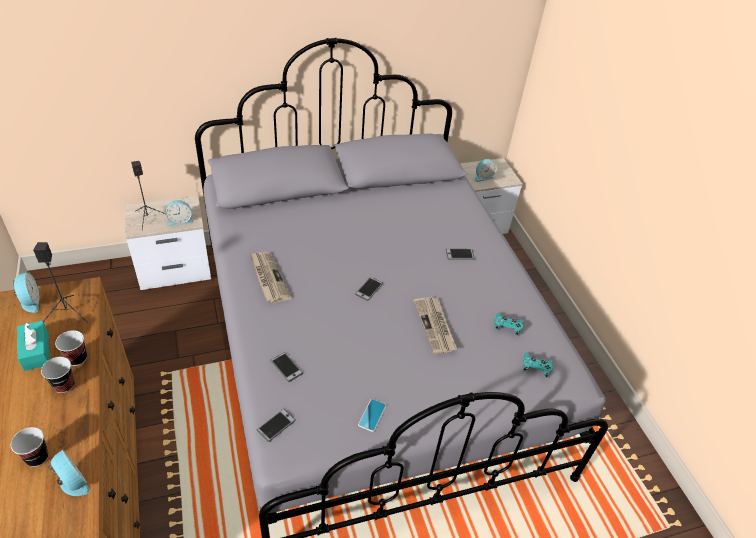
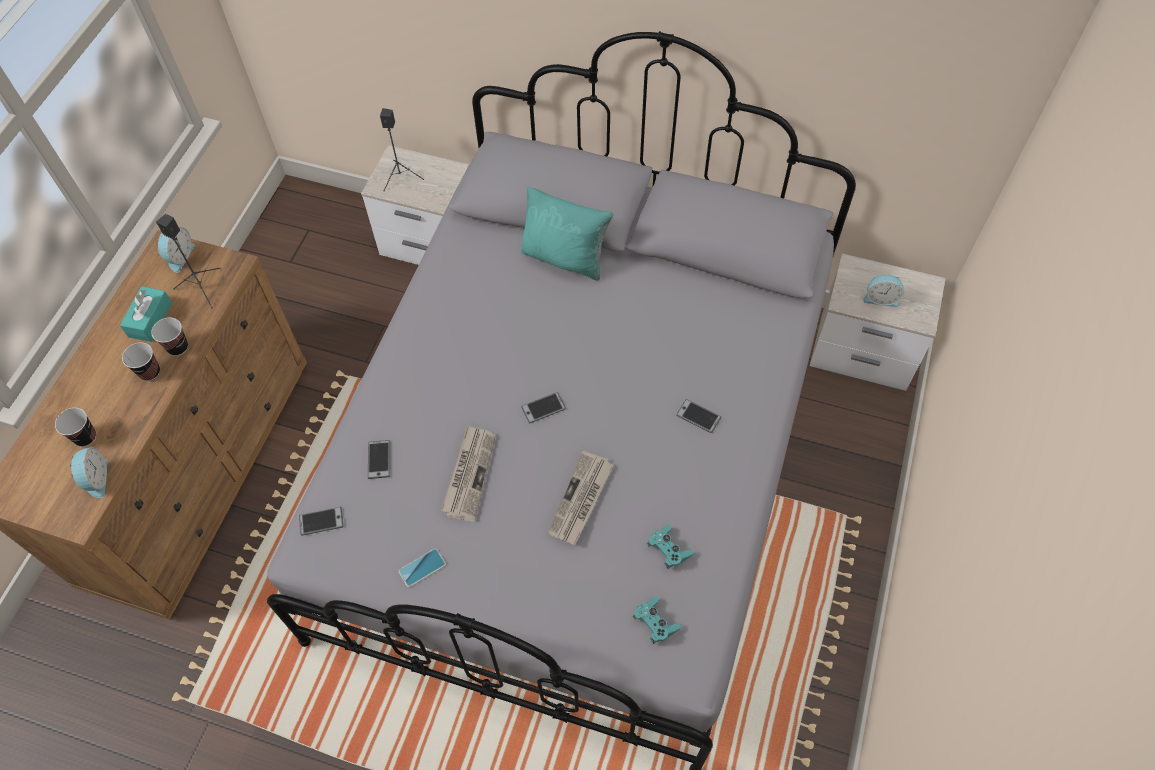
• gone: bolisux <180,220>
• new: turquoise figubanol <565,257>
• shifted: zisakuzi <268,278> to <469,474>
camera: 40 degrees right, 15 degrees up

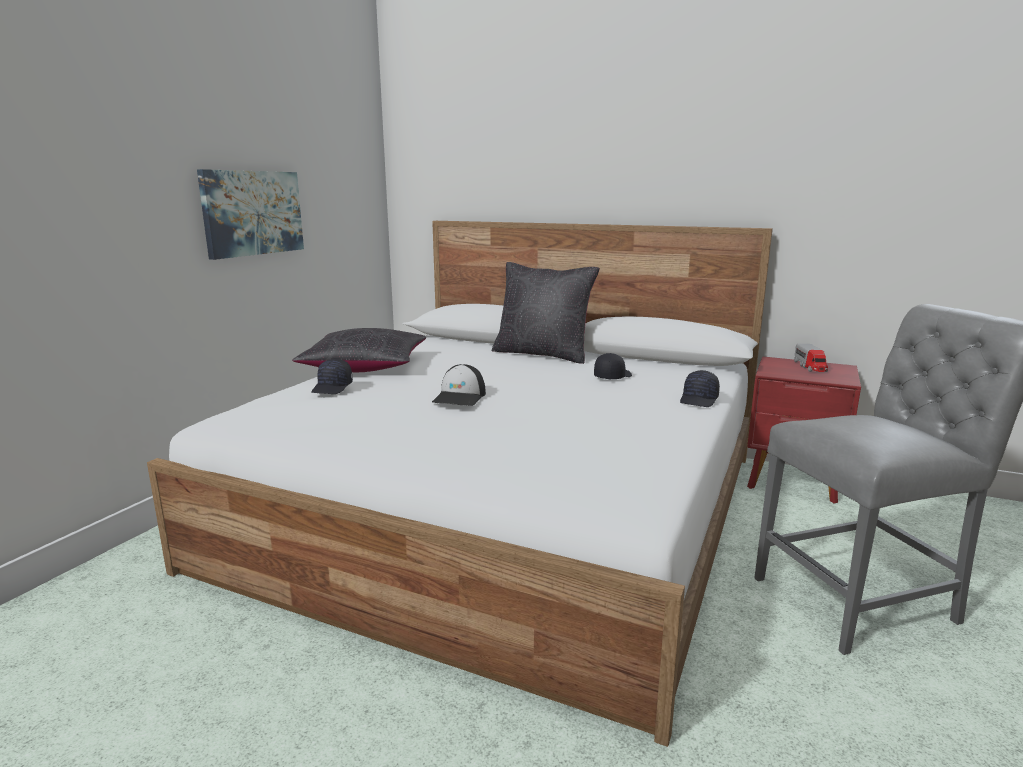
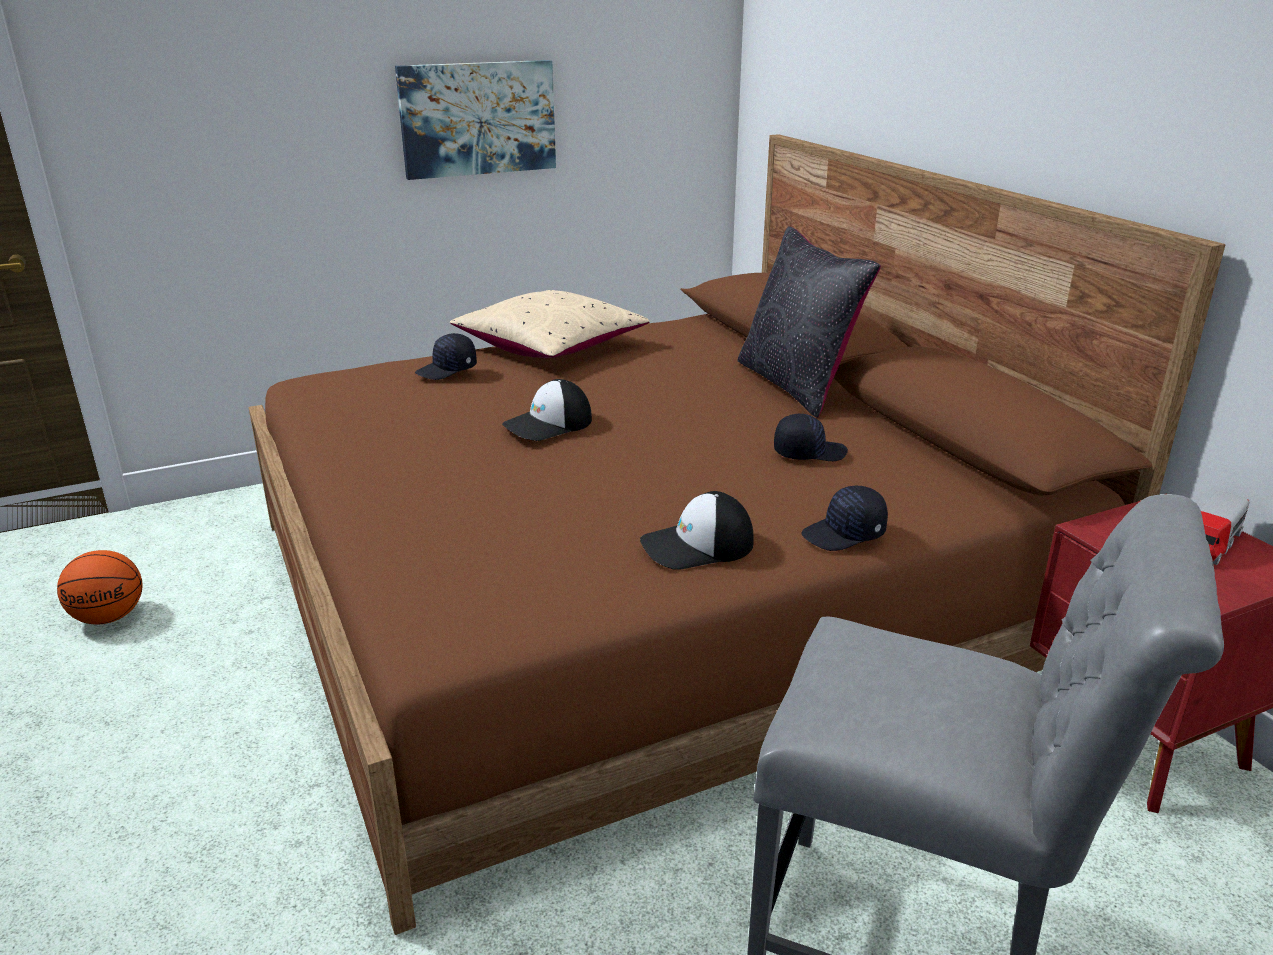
• new: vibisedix <110,617>
• new: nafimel <697,546>
• repainted: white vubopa <508,506> to brown vubopa <646,590>
• repainted: black figubanol <365,366> to beige figubanol <550,347>
camera: 40 degrees right, 10 degrees up

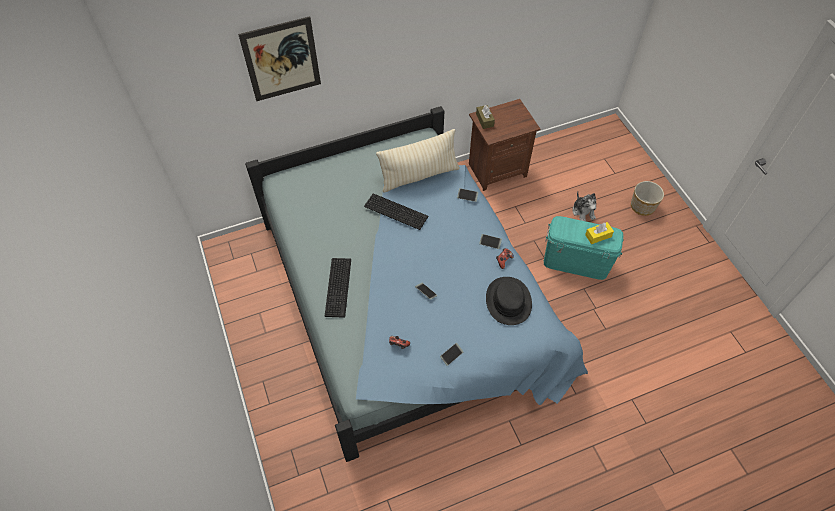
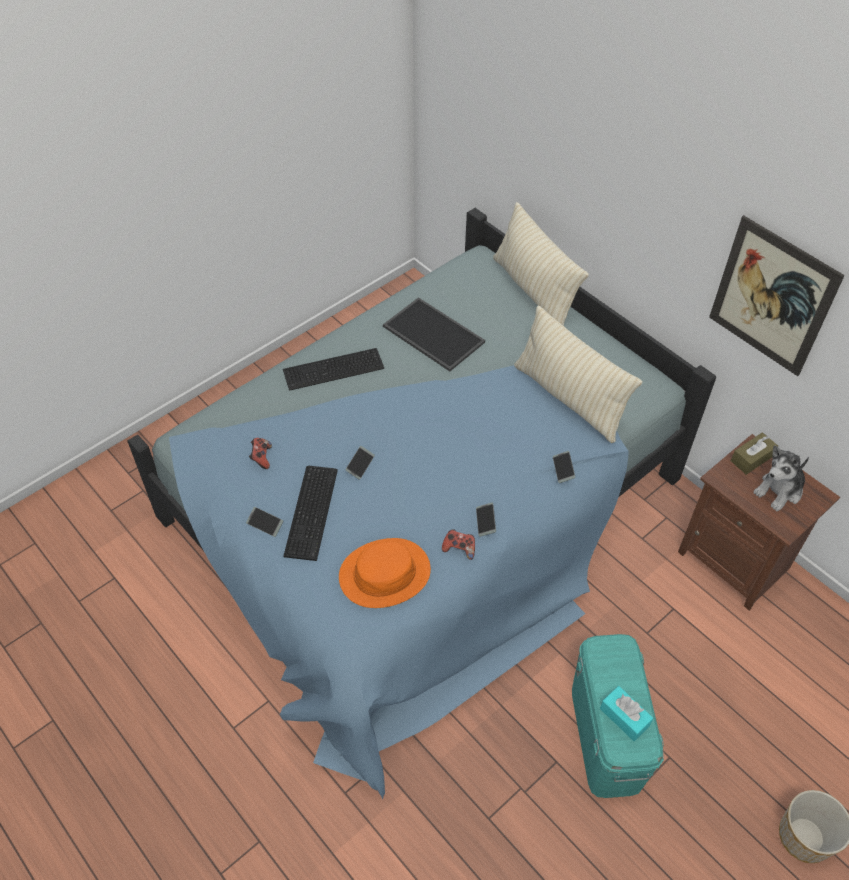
• new: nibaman <431,334>
• new: beige figubanol <534,291>
• shifted: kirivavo <281,60> to <772,297>
• shifted: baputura <396,210> to <313,511>
• shifted: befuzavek <583,212> to <779,490>
• repainted: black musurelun <508,301> to orange musurelun <384,573>
• repainted: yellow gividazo <598,236> to turquoise gividazo <624,717>
camera: 70 degrees right, 5 degrees down

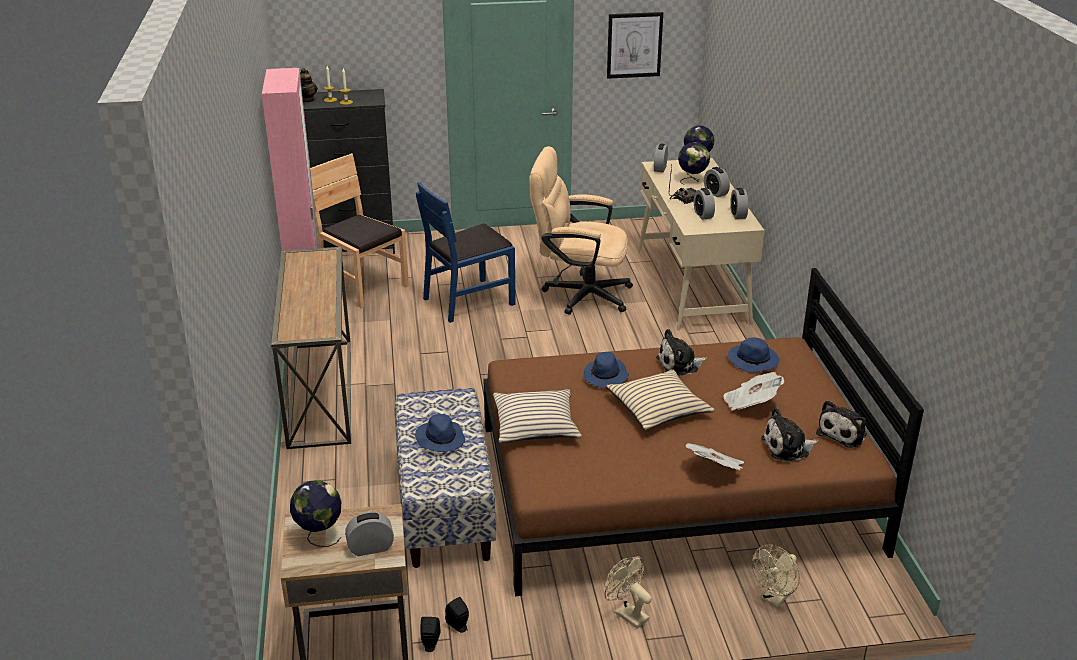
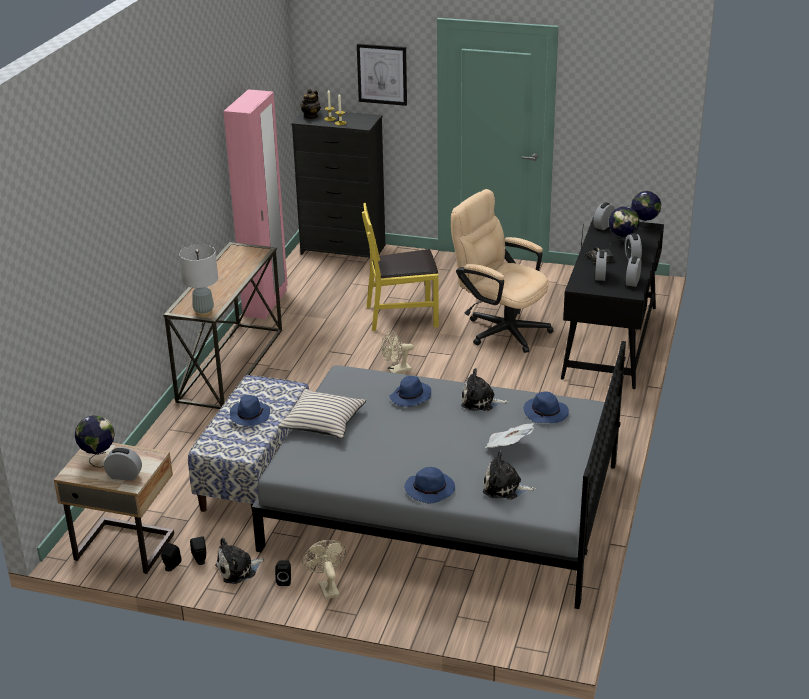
• gone: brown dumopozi <362,285>
• gone: beige figubanol <658,408>
• new: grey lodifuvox <203,312>
• new: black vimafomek <284,580>
• shifted: kirivavo <634,45> to <382,74>
• shifted: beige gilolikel <775,598> to <396,371>
• shifted: befuzavek <843,433> to <238,569>
• swapped: zisakuzi <716,469> to blue musurelun <430,490>
• repainted: blue dumopozi <468,300> to yellow dumopozi <402,315>
• repainted: brown vubopa <674,487> to grey vubopa <444,506>
• repainted: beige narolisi <691,285> to black narolisi <609,342>
camera: 25 degrees right, 0 degrees up

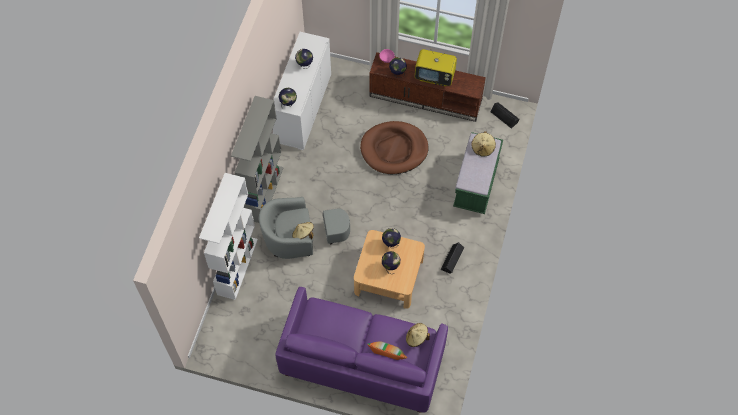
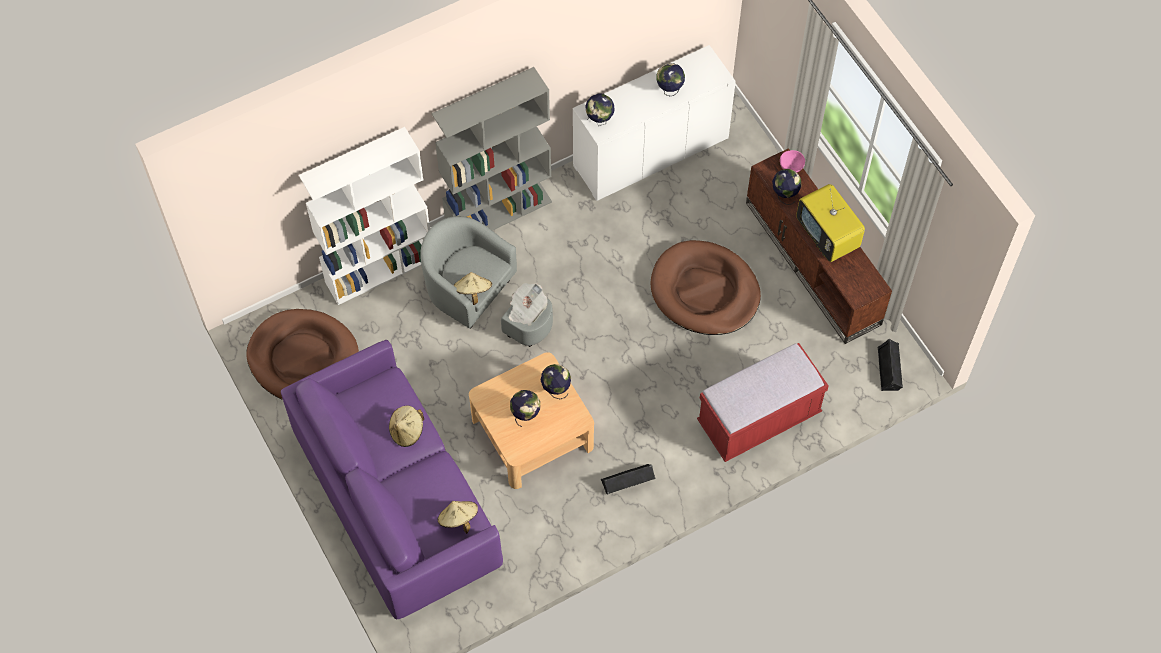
• gone: figubanol <387,356>
• new: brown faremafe <303,359>
• new: zisakuzi <526,309>
• shifted: beige musurelun <483,148> to <407,431>
• repainted: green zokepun <476,184> to red zokepun <758,418>
camera: 45 degrees right, 0 degrees up

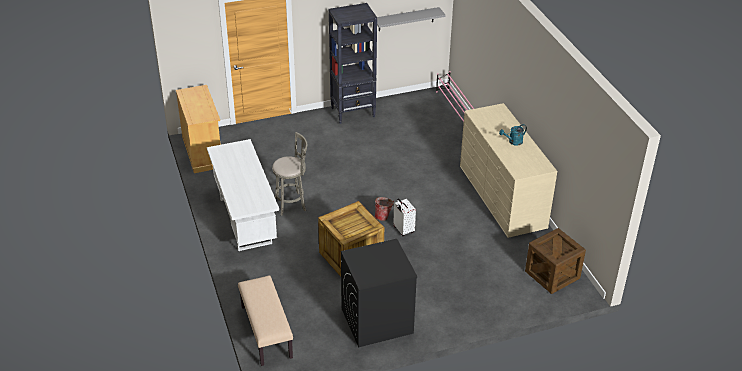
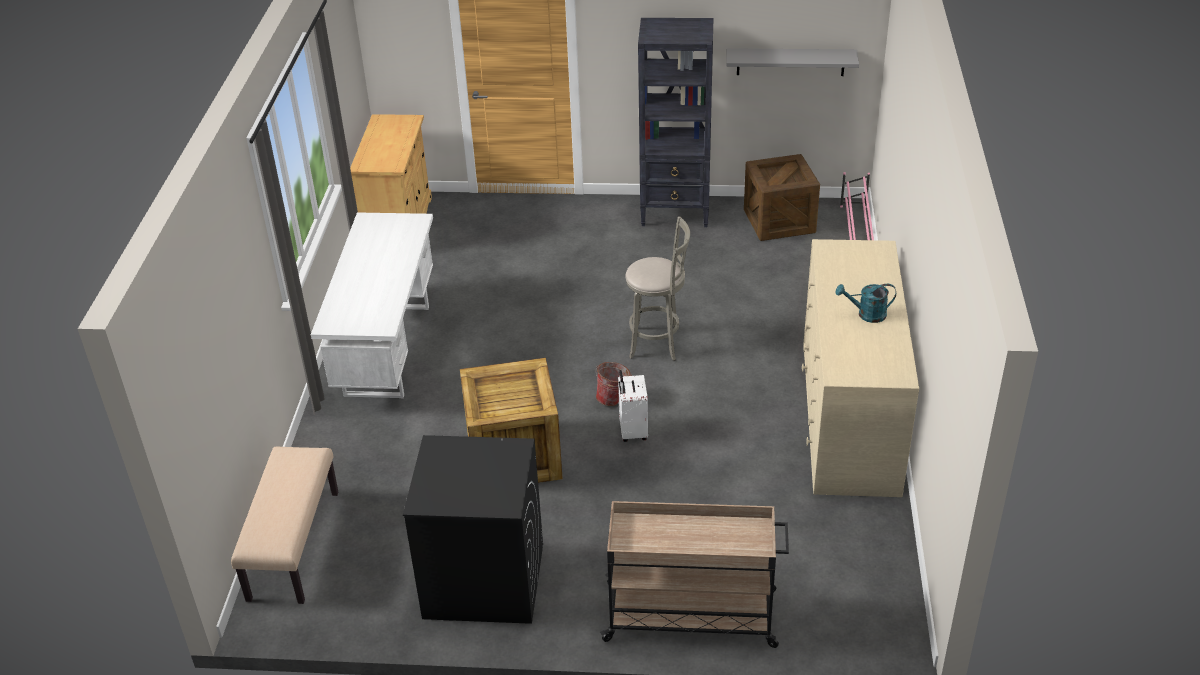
• new: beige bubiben <692,616>
• shifted: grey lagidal <292,204> to <658,343>
• shifted: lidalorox <552,275> to <779,221>
camera: 25 degrees right, 0 degrees up

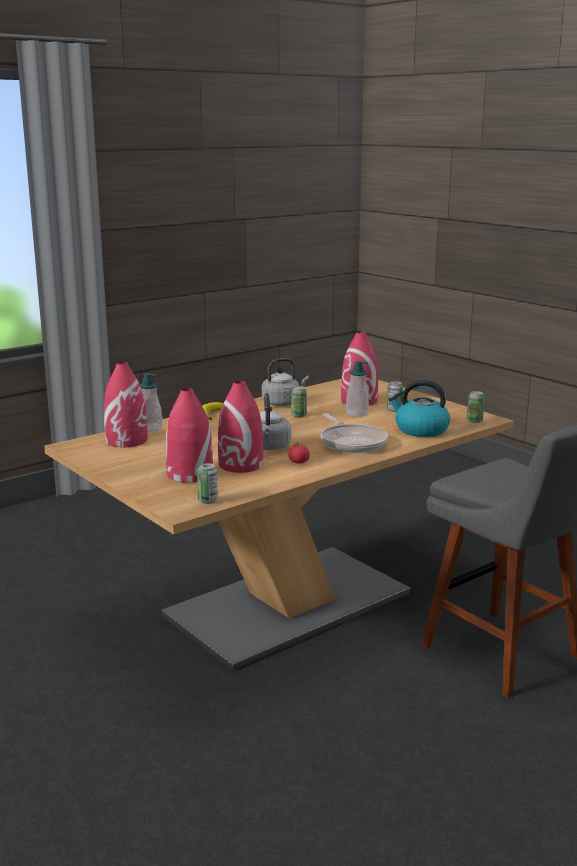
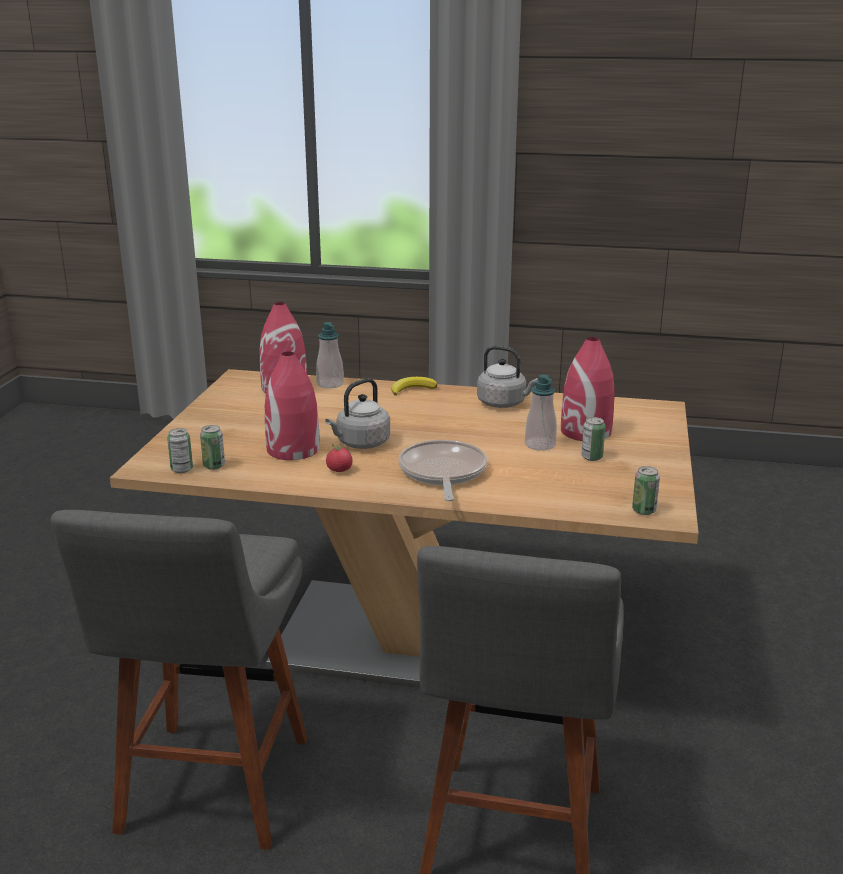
• gone: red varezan <189,474>
• gone: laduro <420,430>
• new: grey lagidal <211,792>
• shifted: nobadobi <299,415> to <214,466>
• rotated: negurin <352,442> = <442,473> 150 degrees clockwise
camera: 50 degrees right, 5 degrees up

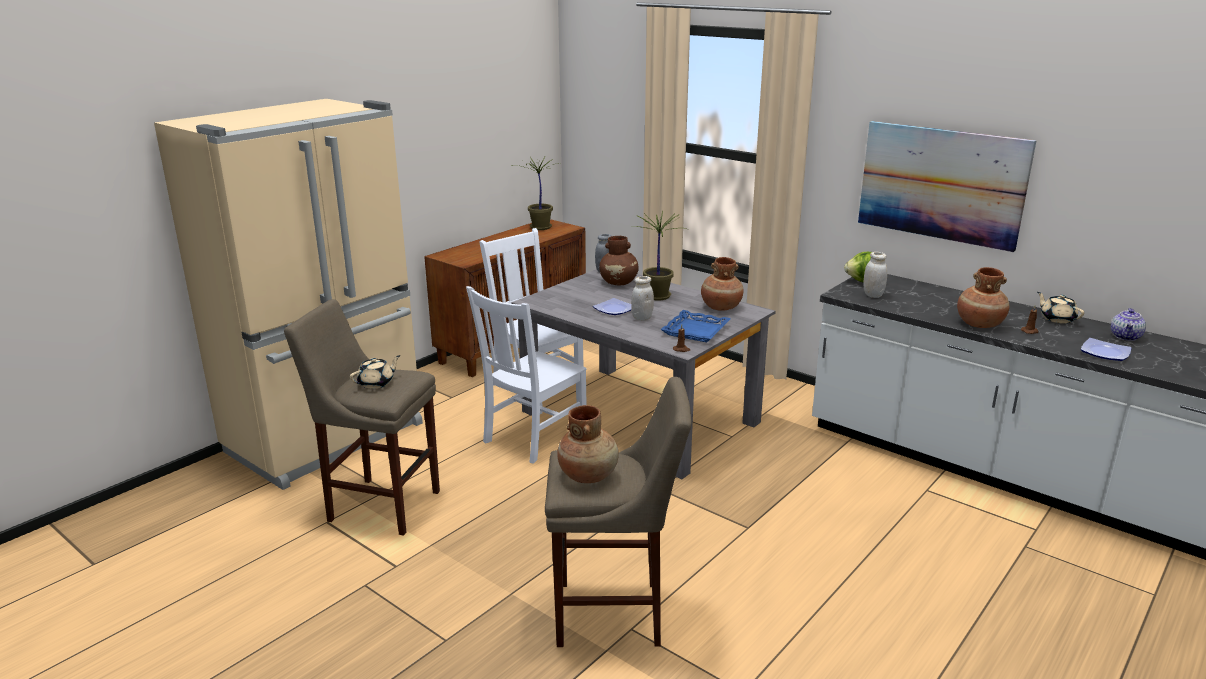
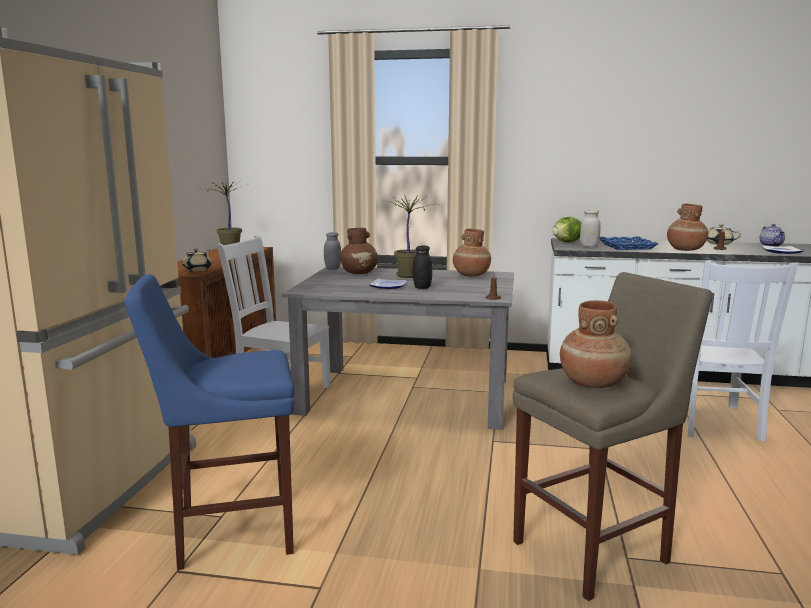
• gone: kirivavo <941,183>
• shifted: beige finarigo <377,383> to <198,270>
• shifted: white dumopozi <532,437> to <713,422>
• shifted: blue nibaman <696,331> to <627,246>
• repainted: beige lagidal <379,504> to blue lagidal <228,532>
• repainted: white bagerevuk <642,318> to black bagerevuk <422,287>
camera: 30 degrees left, 10 degrees down

